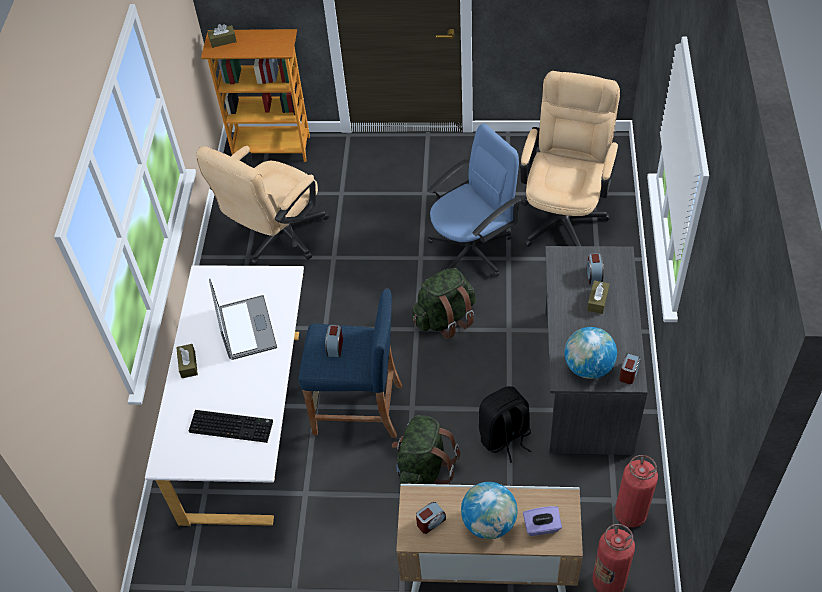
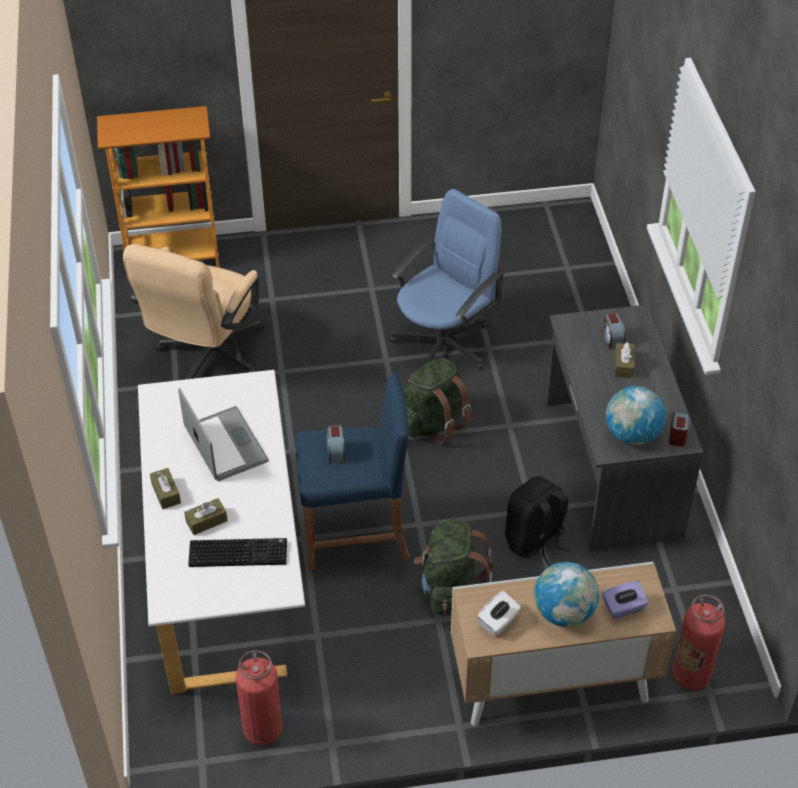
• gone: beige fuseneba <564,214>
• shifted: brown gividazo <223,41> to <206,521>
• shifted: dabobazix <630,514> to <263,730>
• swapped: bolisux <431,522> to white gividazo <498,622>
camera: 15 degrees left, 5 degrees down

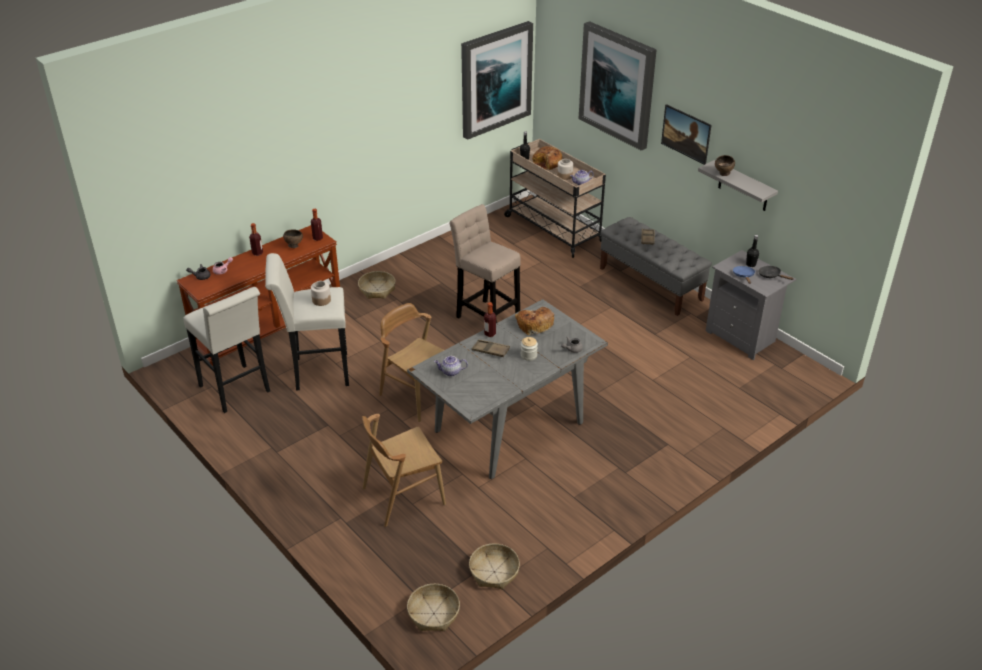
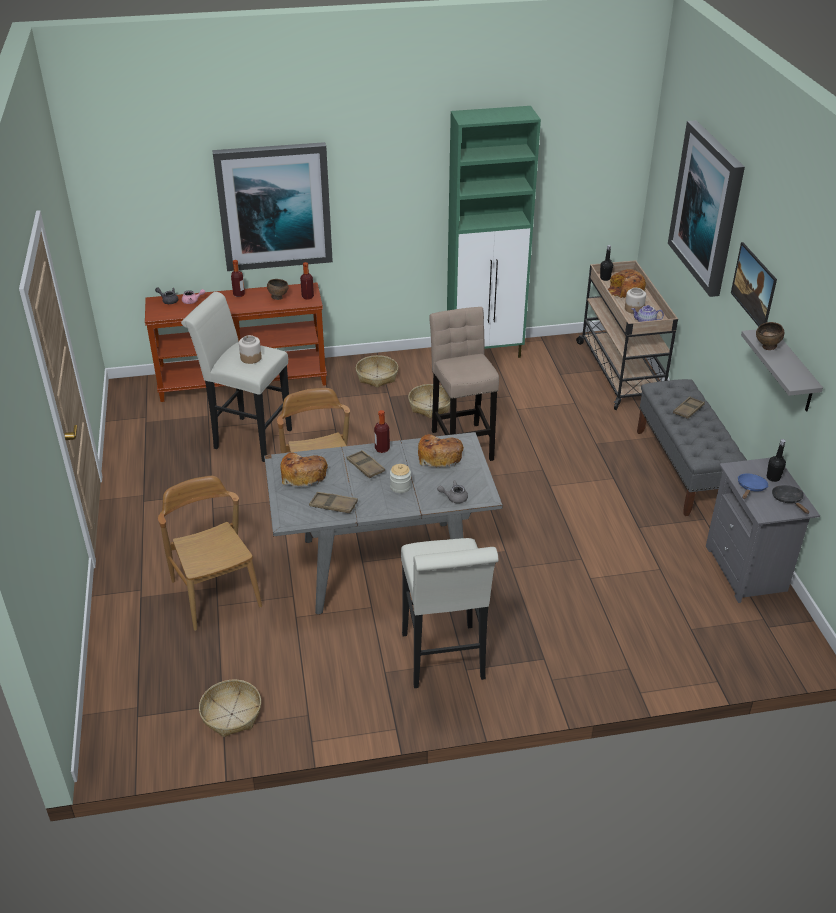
• new: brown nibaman <333,505>
• new: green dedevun <485,353>
• shifted: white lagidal <237,391> to <444,661>
• shifted: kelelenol <433,613> to <430,406>
• shifted: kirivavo <495,79> to <274,206>
• swapped: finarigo <451,372> to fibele <303,474>
• rotated: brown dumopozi <403,496> = <216,593> 60 degrees clockwise
camera: 30 degrees right, 0 degrees up

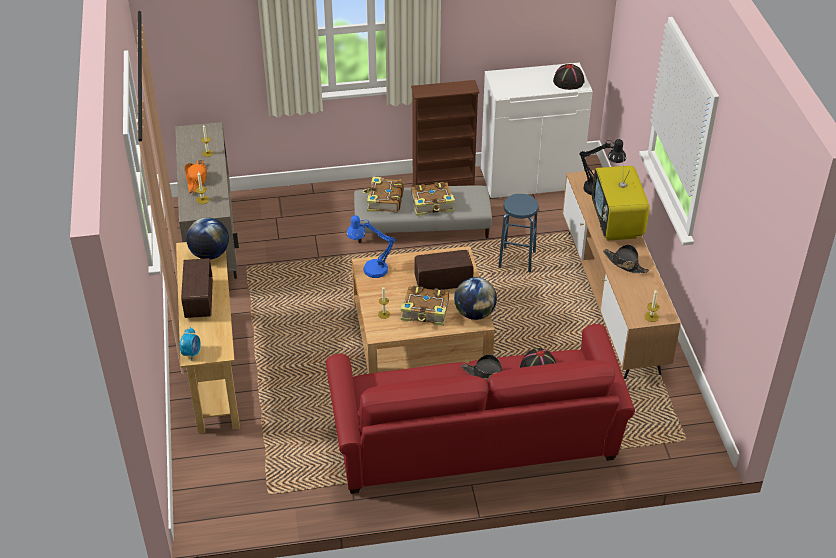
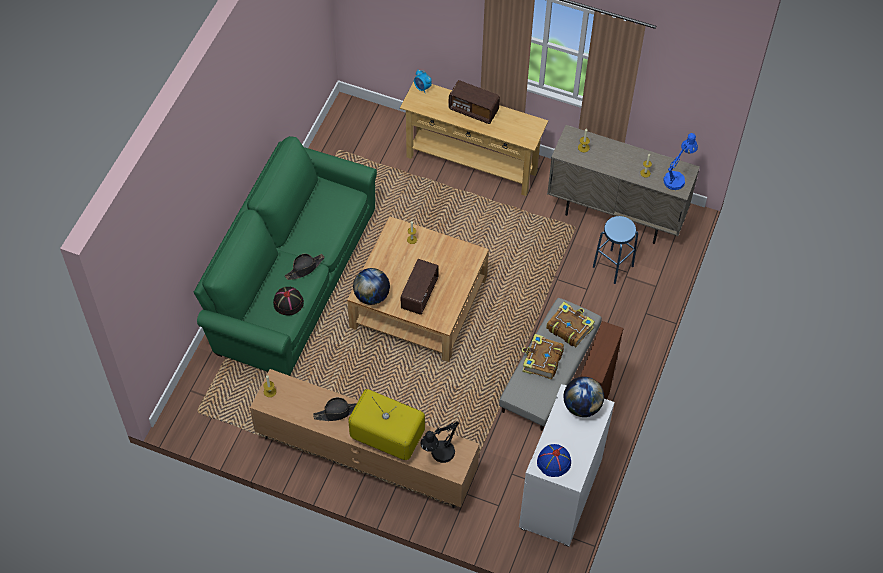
• gone: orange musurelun <196,179>
• gone: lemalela <426,312>
• shifted: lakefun <209,254> to <581,406>
• shifted: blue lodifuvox <370,269> to <677,178>
• shifted: blue lagidal <517,260> to <613,266>
• repainted: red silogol <476,446> to green silogol <291,280>
• repainted: black musurelun <569,81> to blue musurelun <553,462>
camera: 120 degrees right, 15 degrees up

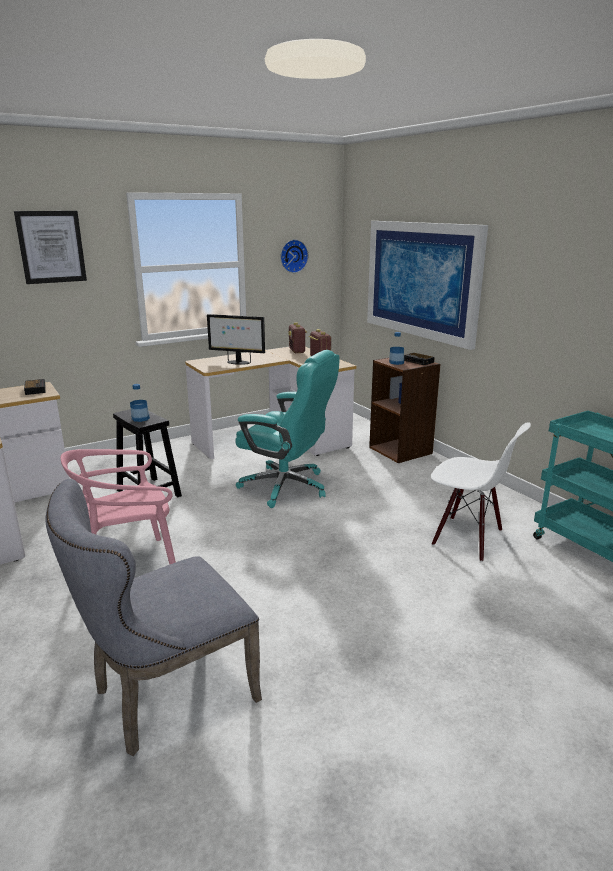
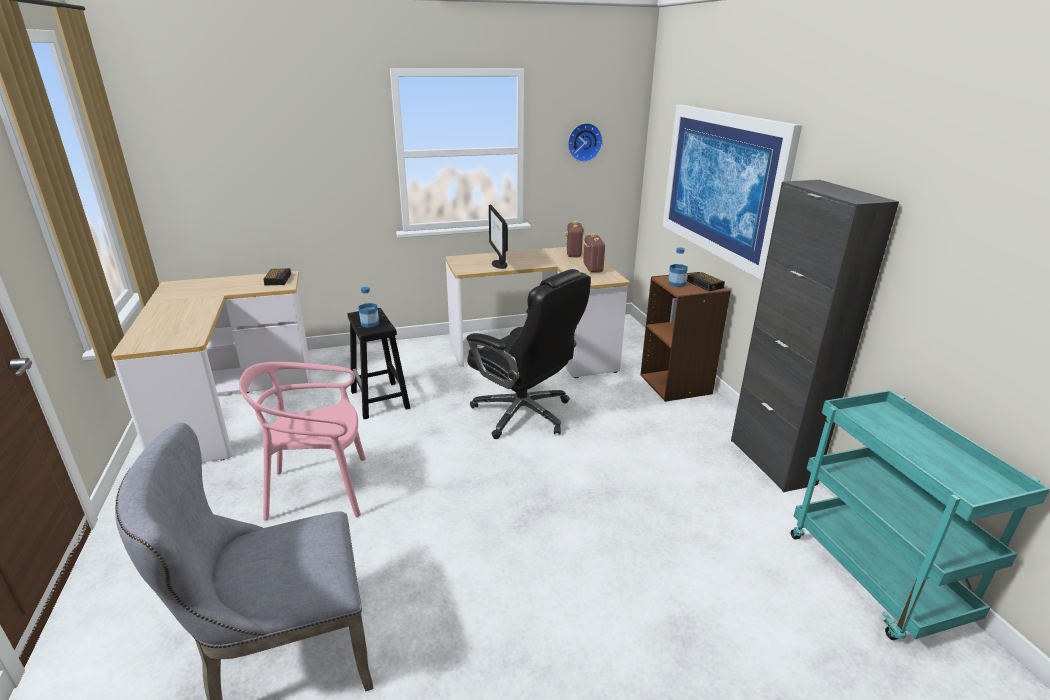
• gone: kirivavo <51,247>
• gone: white dumopozi <467,538>
• new: black dedevun <772,461>
• repainted: turquoise fuseneba <286,487> to black fuseneba <524,414>
• rotated: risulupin <237,362> = <499,264> 45 degrees clockwise
camera: 15 degrees right, 5 degrees up

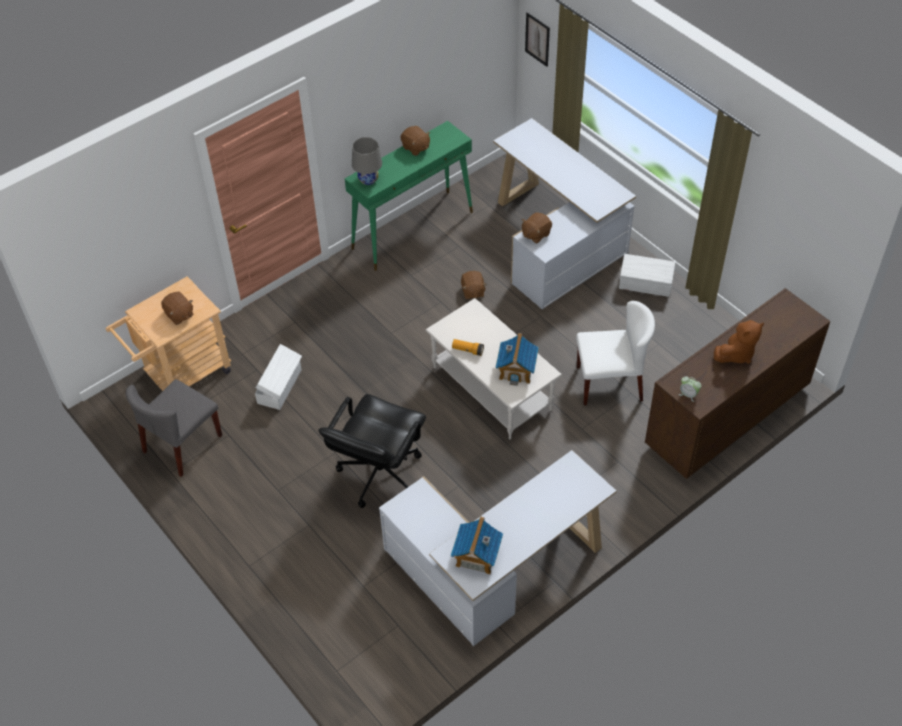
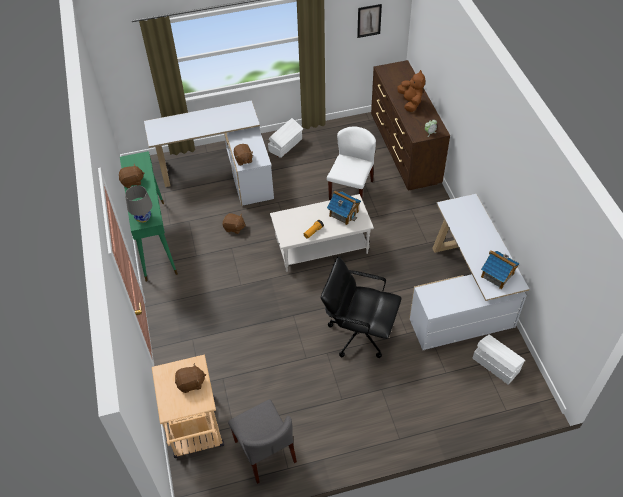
• shifted: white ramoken <280,386> to <496,364>
• shifted: kirivavo <537,39> to <369,20>
• rotated: black fuseneba <379,474> = <359,333> 150 degrees clockwise
camera: 65 degrees left, 0 degrees up

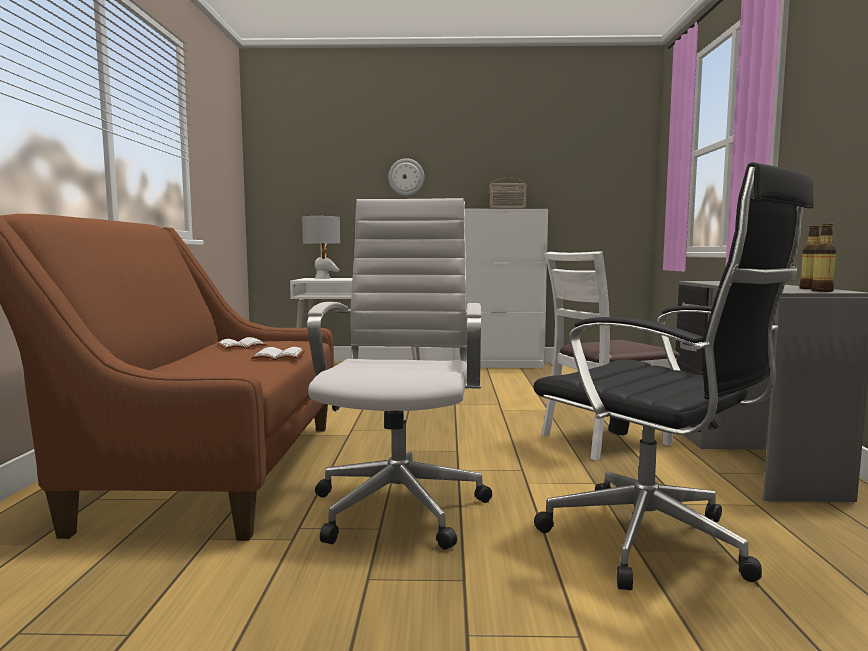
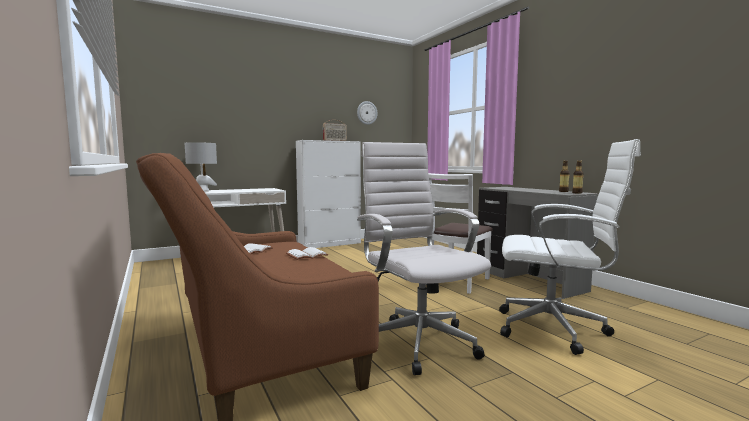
• shifted: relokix <406,177> to <366,113>
• repainted: black fuseneba <655,544> to white fuseneba <556,329>
camera: 30 degrees left, 0 degrees up

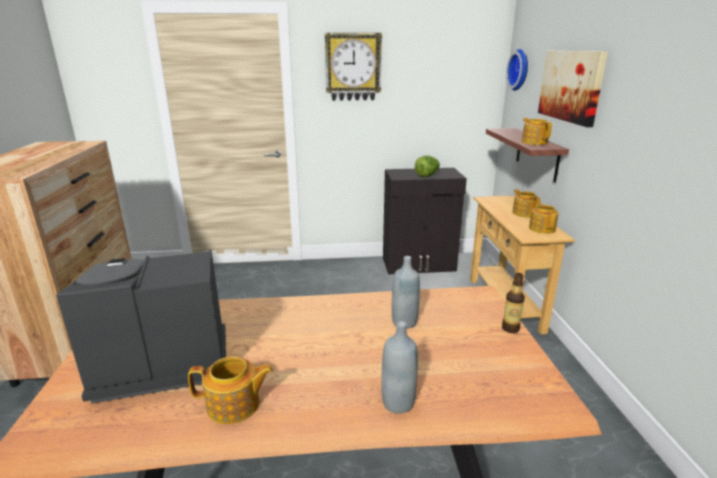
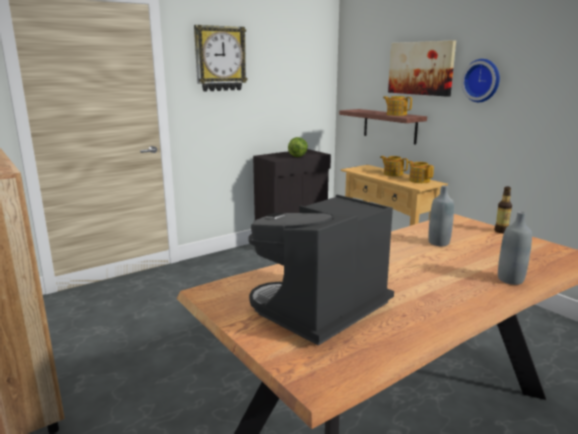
• gone: finarigo <234,405>
• shifted: relokix <520,70> to <482,80>
camera: 30 degrees left, 5 degrees down

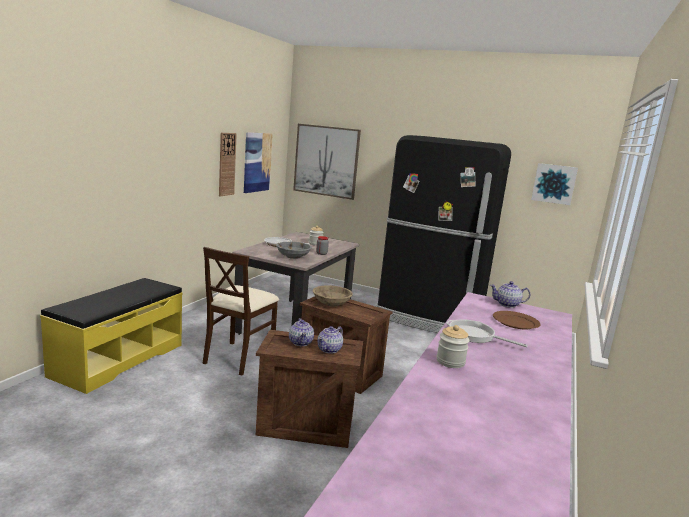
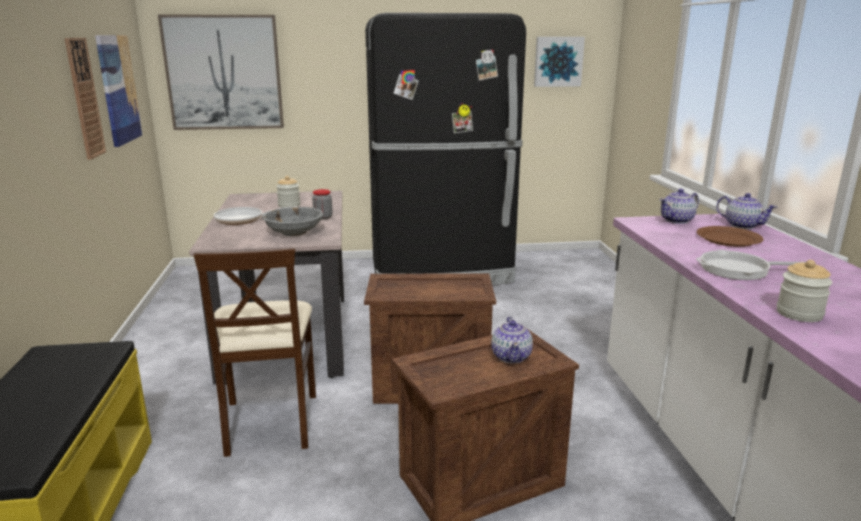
• gone: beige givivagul <331,303>
• shifted: finarigo <301,342> to <742,225>
camera: 30 degrees left, 5 degrees up

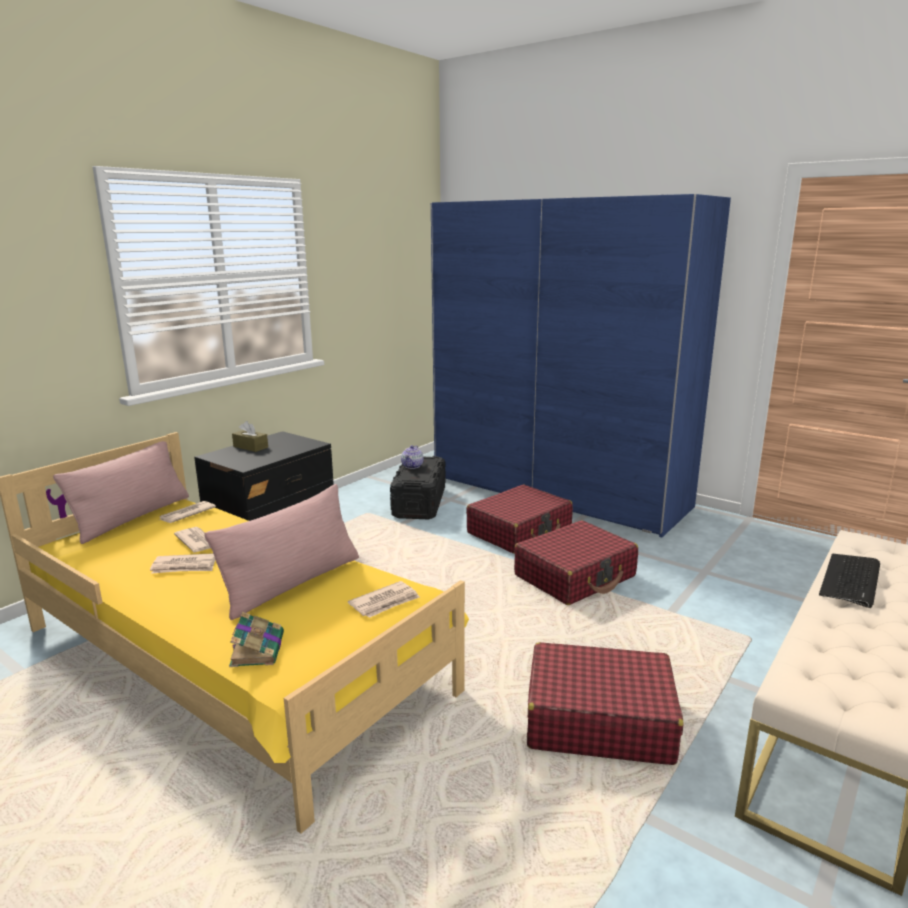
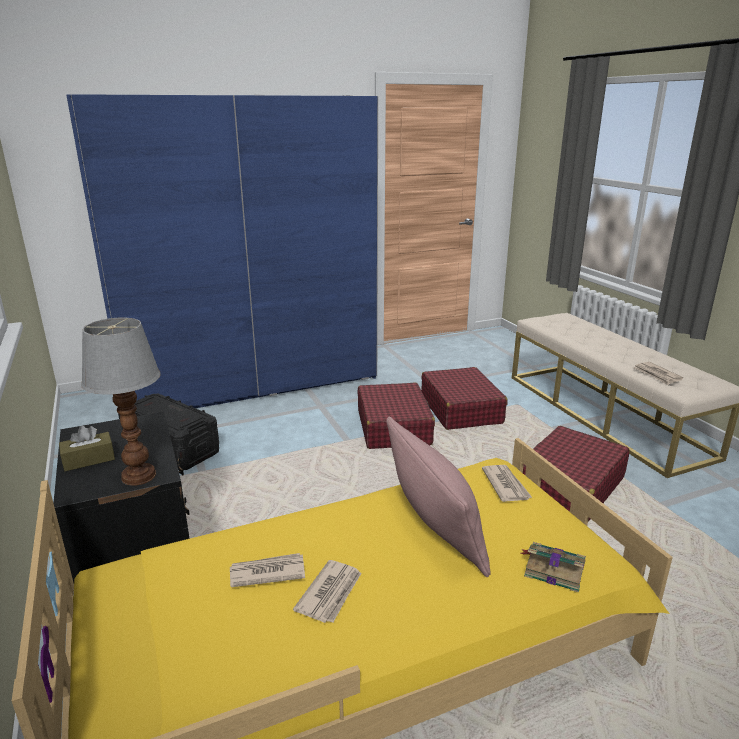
• gone: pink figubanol <133,517>
• gone: finarigo <412,466>
• gone: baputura <851,580>
• new: lodifuvox <140,475>
• shifted: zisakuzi <186,514> to <657,375>
• shifted: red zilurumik <519,531> to <461,409>
camera: 60 degrees left, 5 degrees up

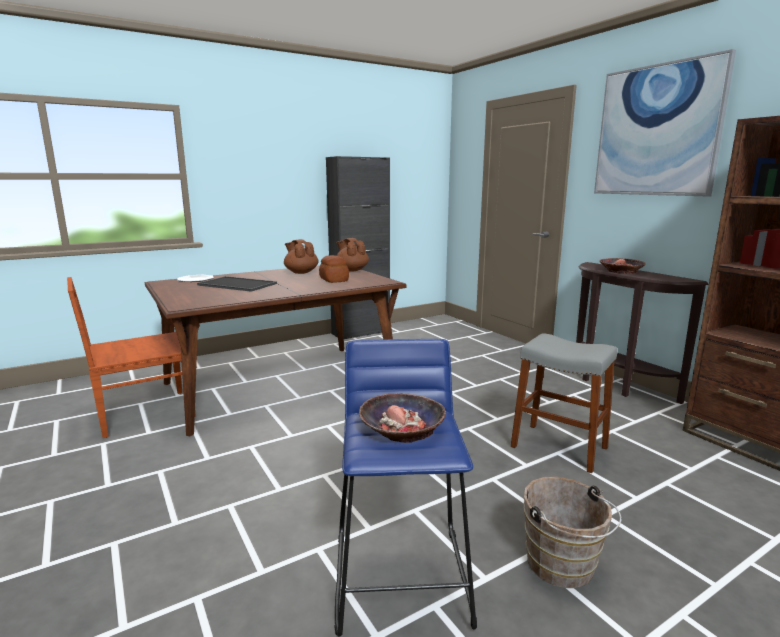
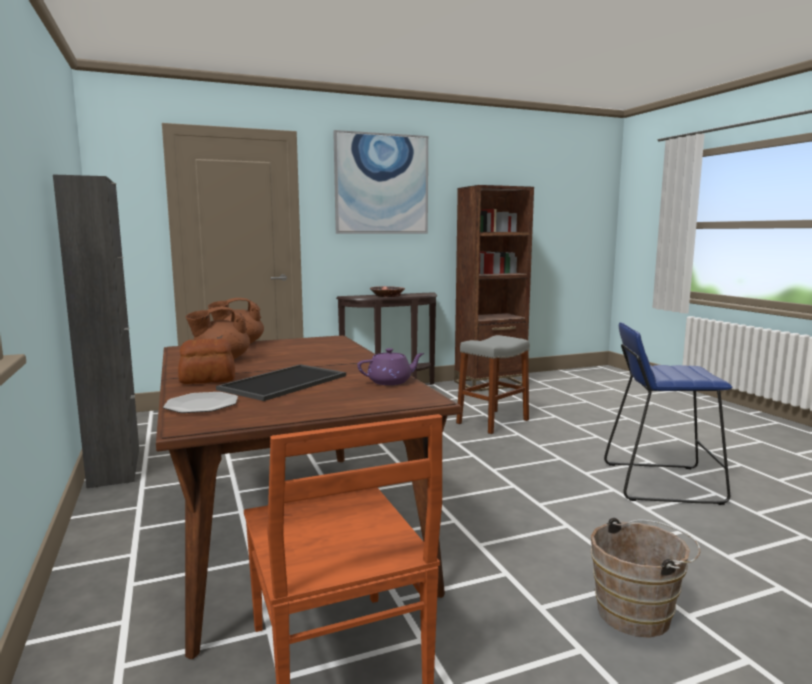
• gone: givivagul <402,428>
• new: purple finarigo <390,382>
• shifted: fibele <334,280> to <207,379>
• shifted: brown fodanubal <563,568> to <639,613>
camera: 80 degrees left, 5 degrees down

